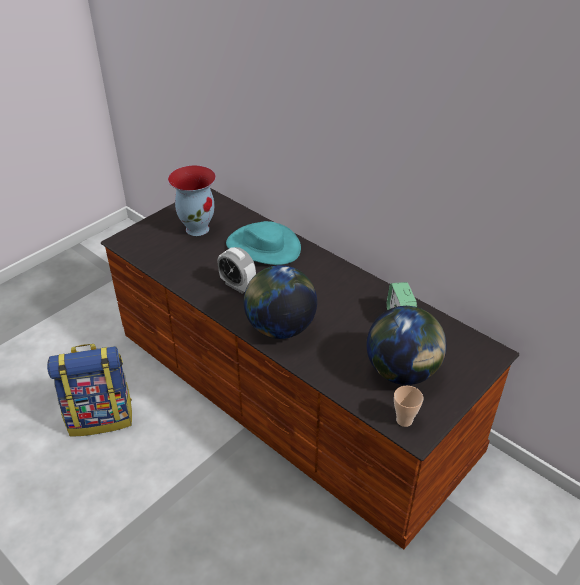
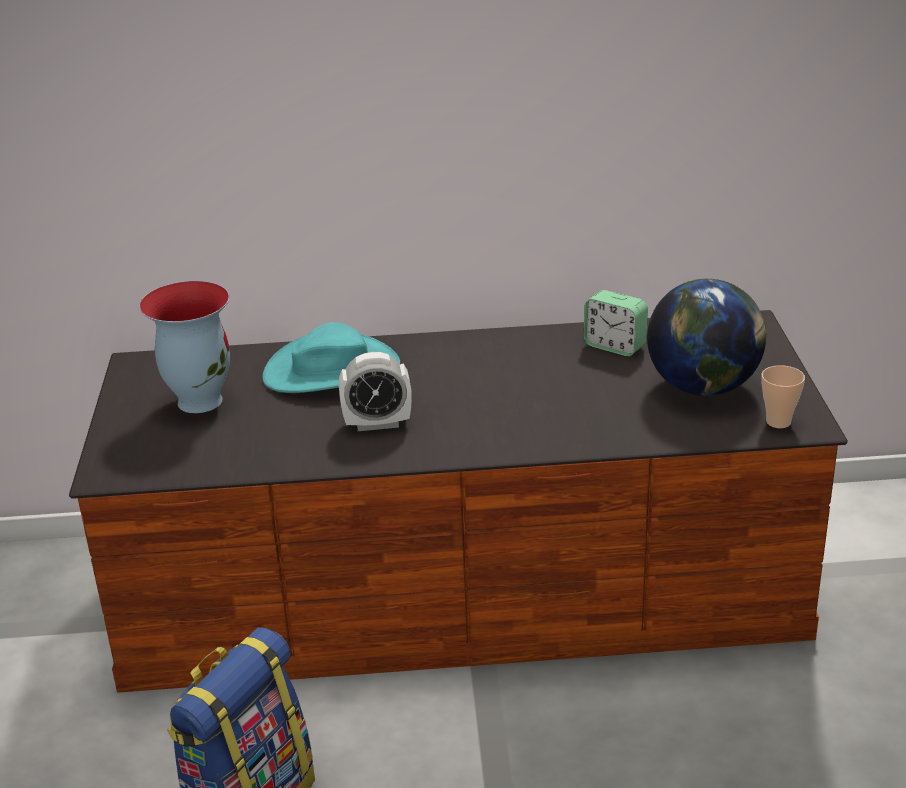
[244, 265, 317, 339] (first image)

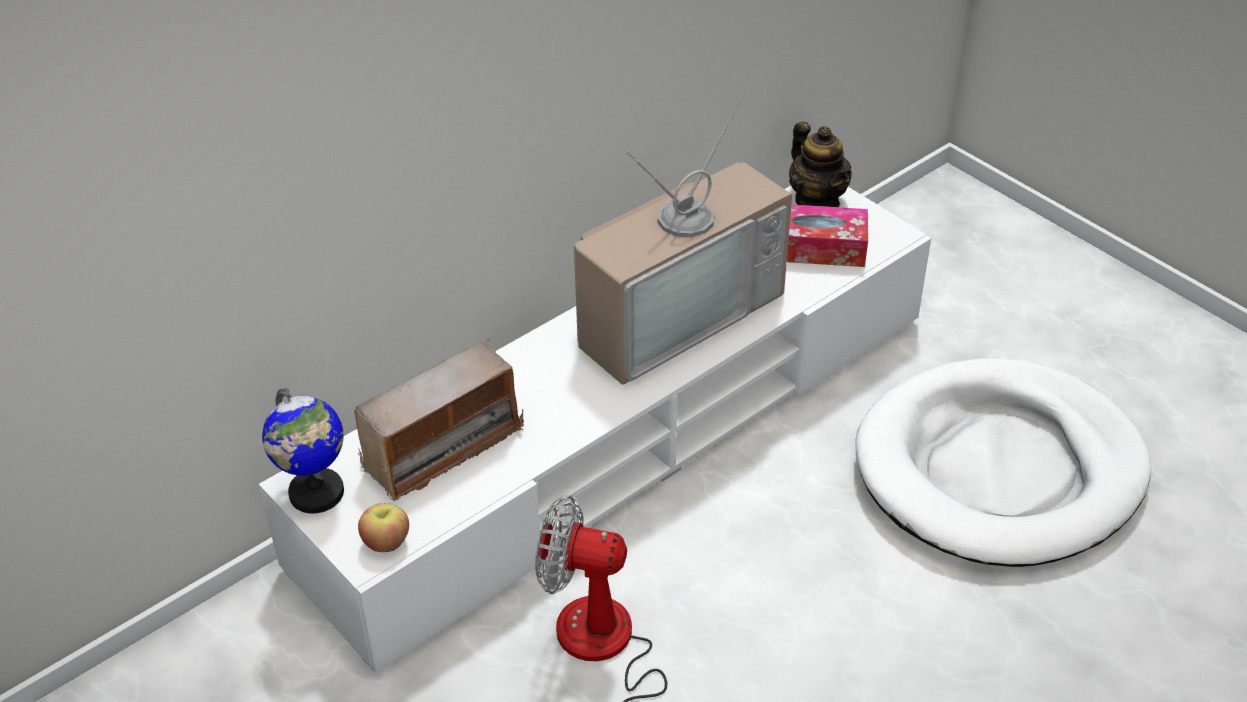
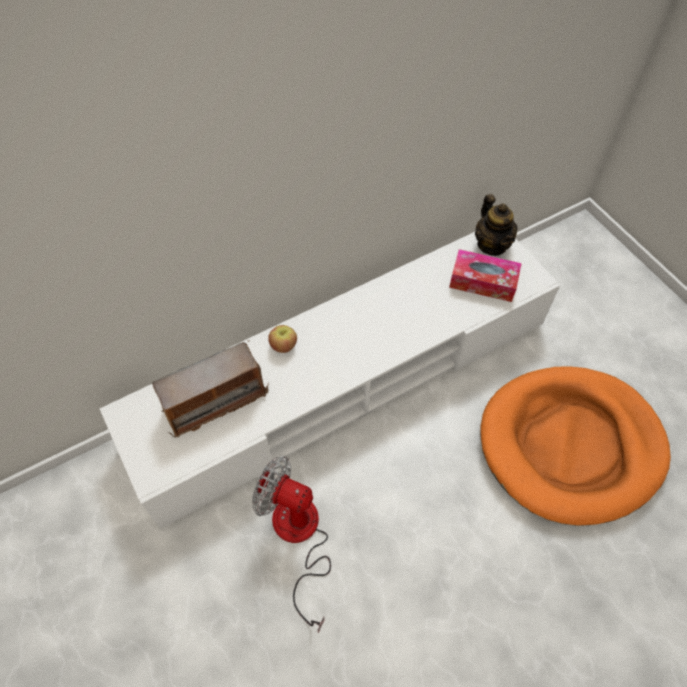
[574, 97, 792, 385] (first image)
[481, 366, 671, 526]
[262, 388, 344, 513] (first image)
[268, 325, 297, 353]

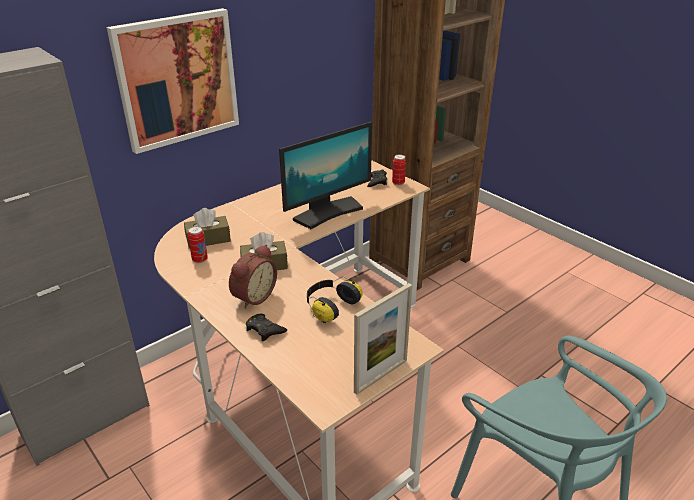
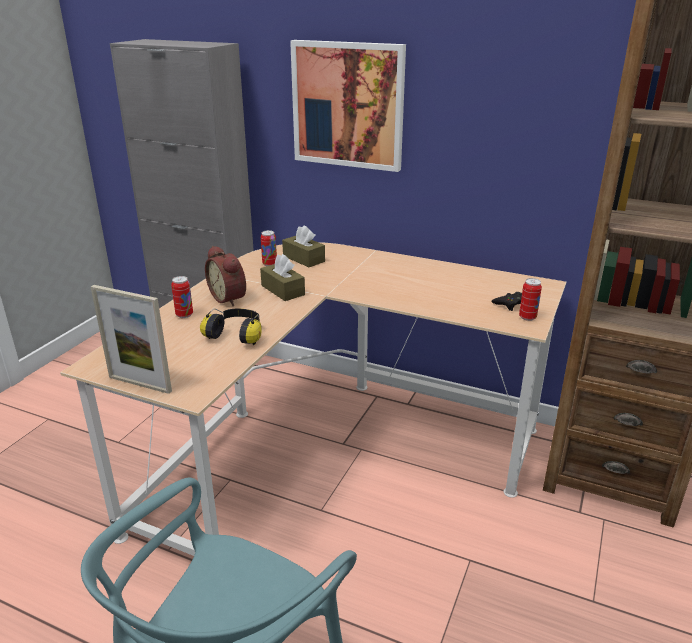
[279, 122, 372, 229] (first image)
[205, 246, 246, 307]
[171, 276, 193, 318]

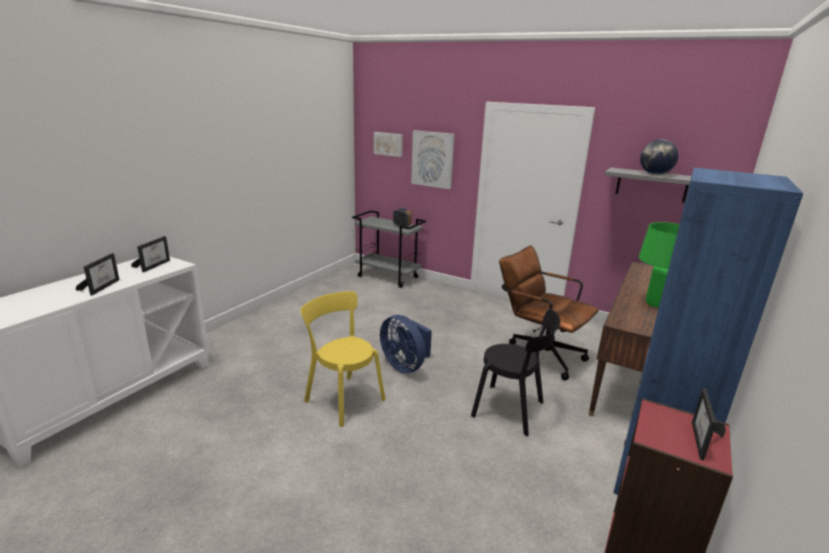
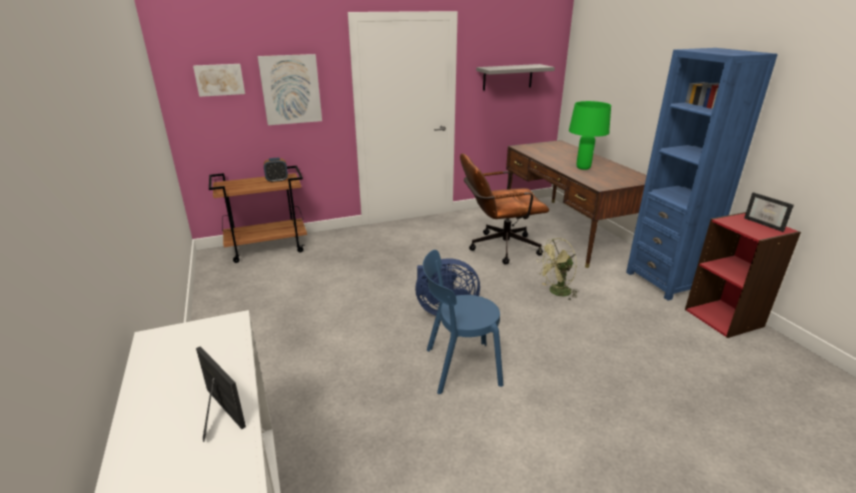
[640, 139, 679, 175] (first image)
[209, 165, 307, 263]
[131, 236, 170, 272] (first image)
[423, 250, 503, 394]
[536, 238, 578, 300]

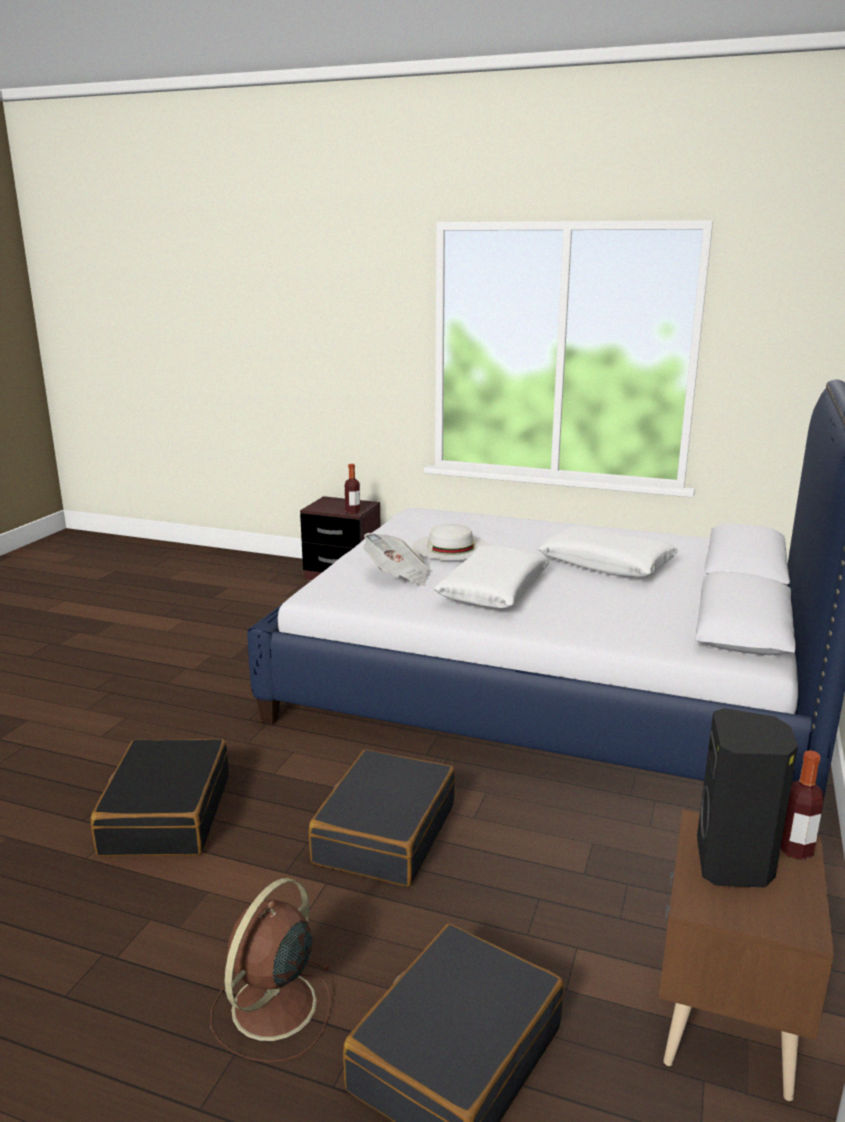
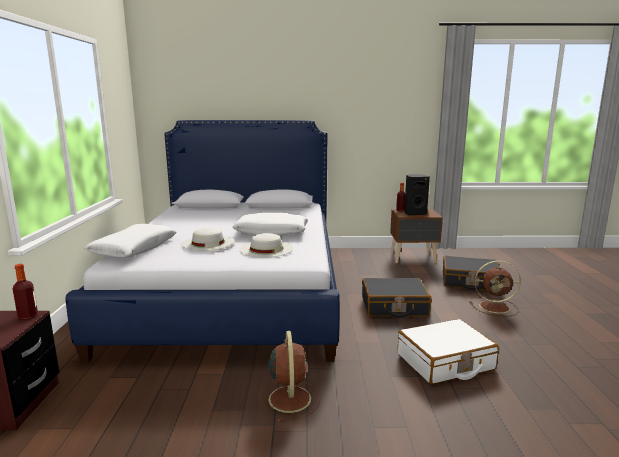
[84, 224, 177, 258]
[239, 233, 293, 258]
[398, 319, 499, 384]
[259, 331, 320, 421]

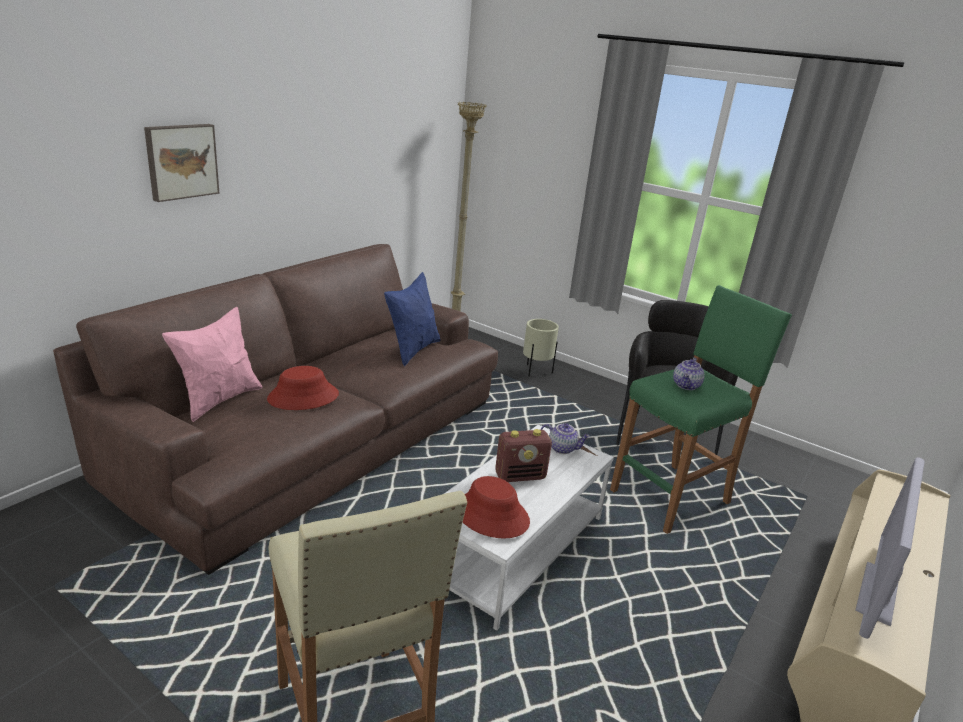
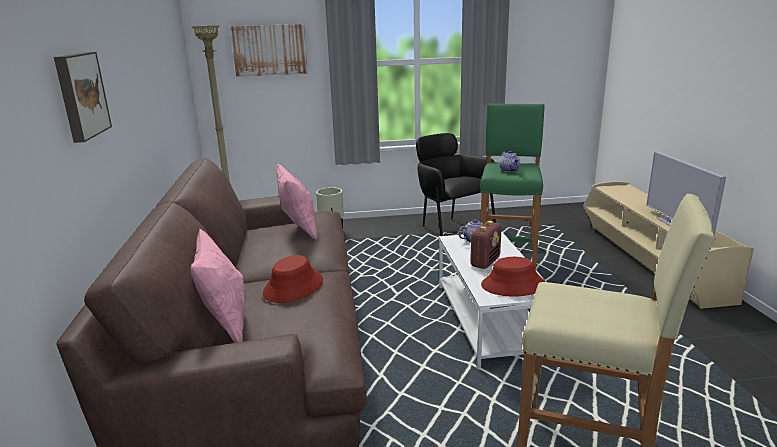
[276, 164, 317, 240]
[230, 24, 308, 77]

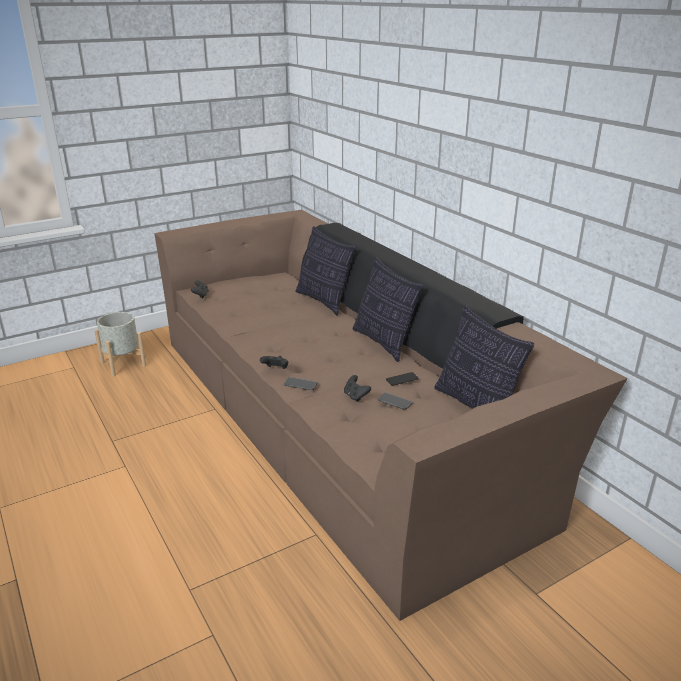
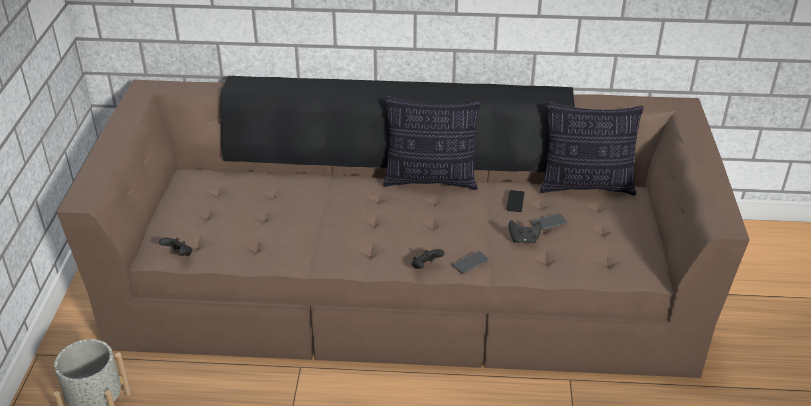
[296, 226, 356, 315] (first image)

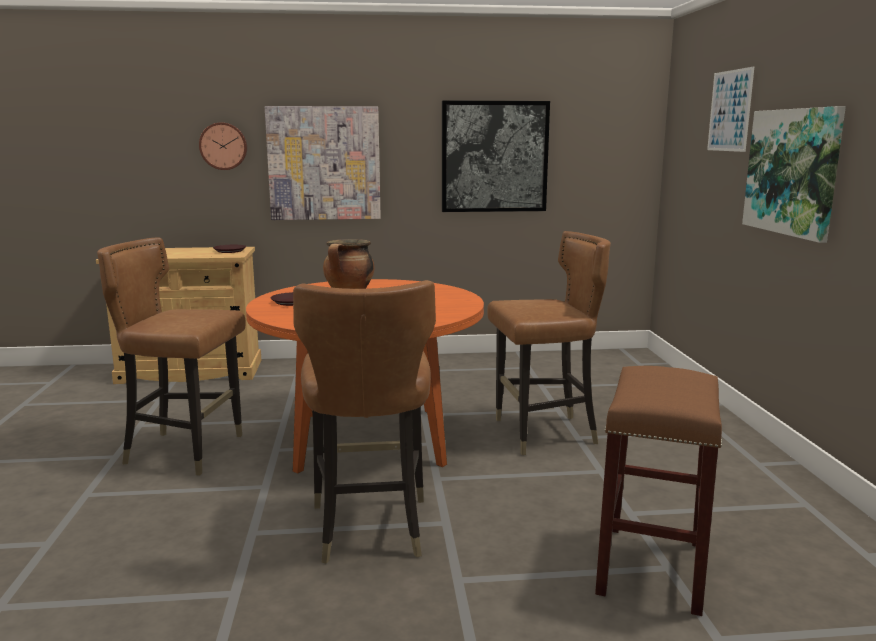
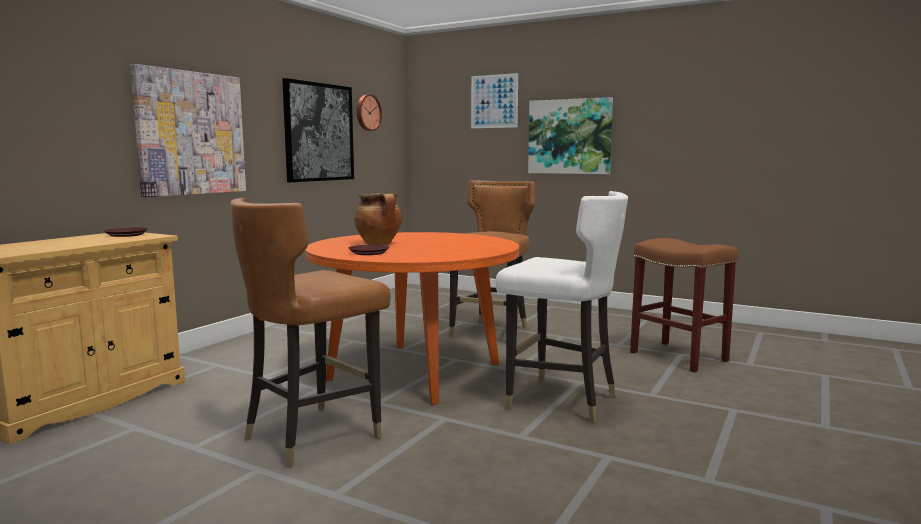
[357, 94, 382, 131]
[496, 191, 628, 423]

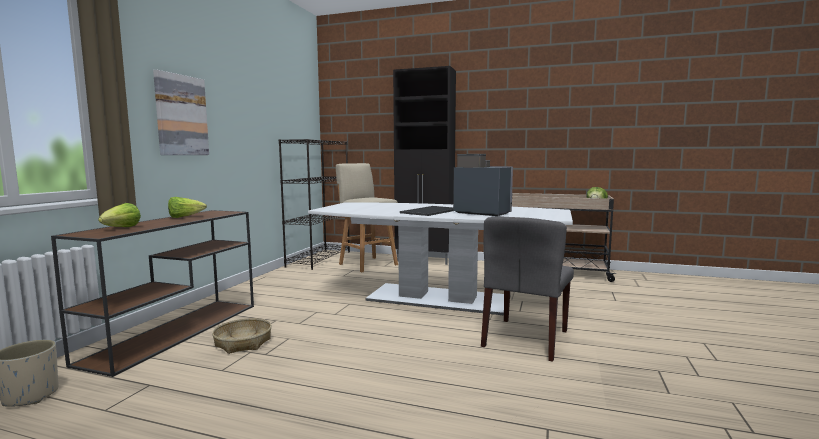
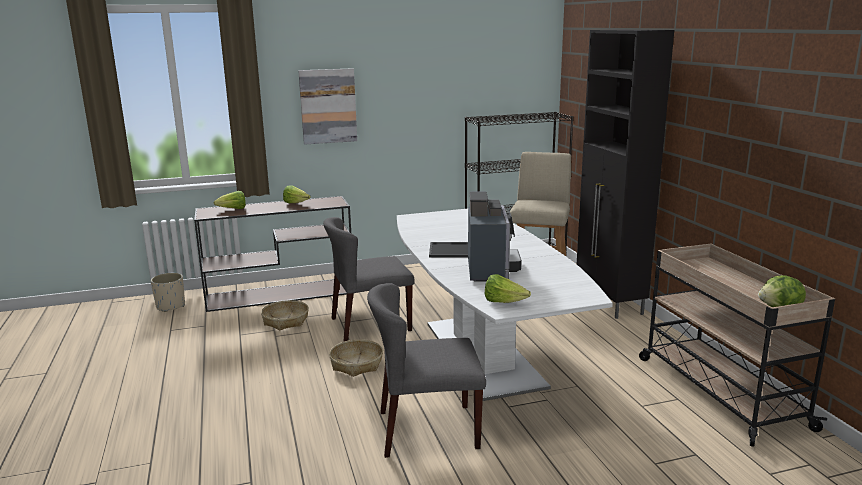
[323, 217, 415, 341]
[485, 274, 531, 303]
[329, 339, 383, 377]

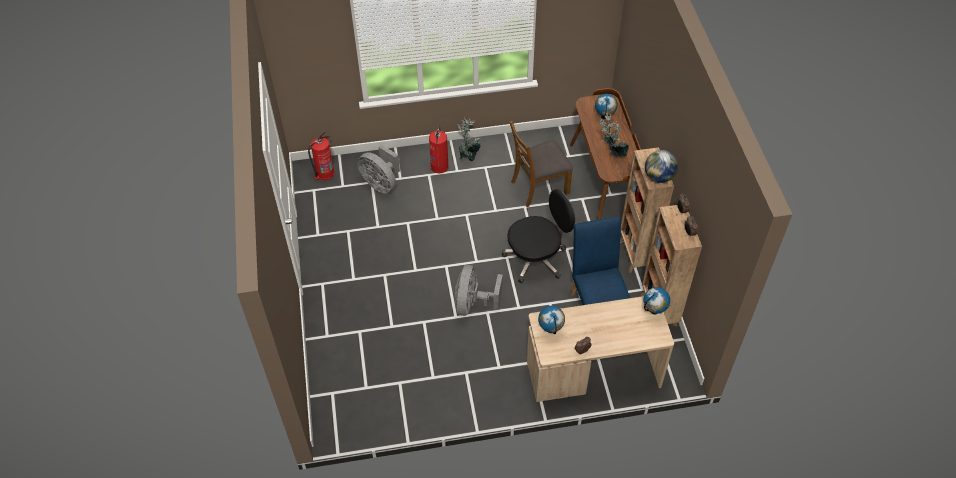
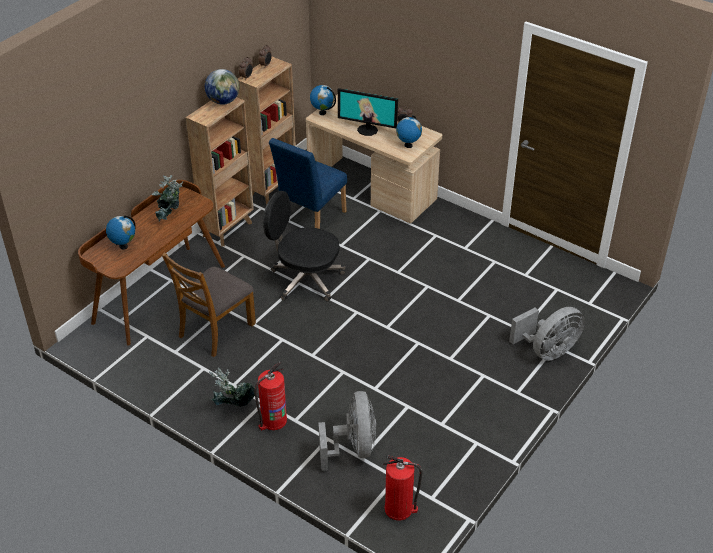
[162, 252, 256, 357]
[509, 307, 585, 361]
[338, 88, 398, 136]

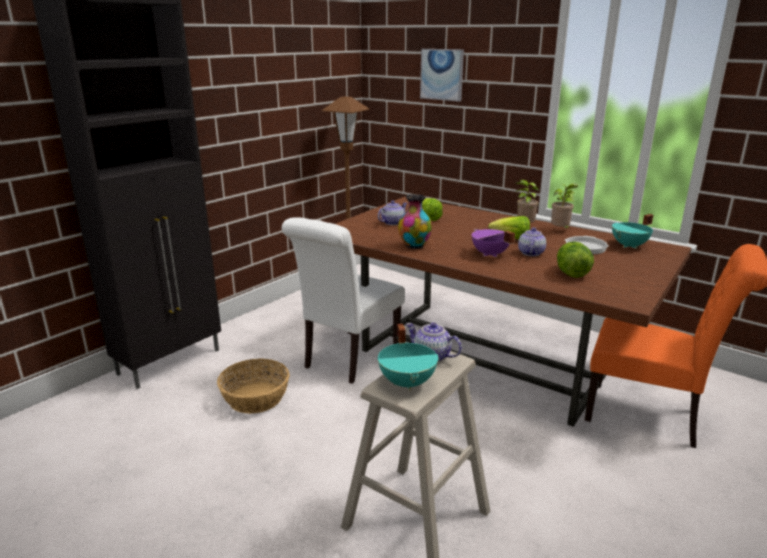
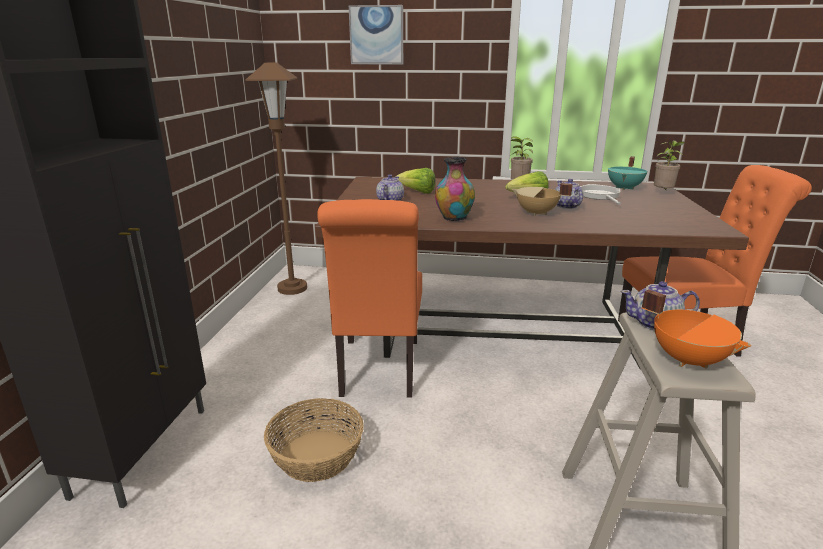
[654, 141, 685, 190]
[317, 199, 422, 398]
[512, 183, 573, 216]
[557, 241, 594, 278] (first image)
[642, 289, 751, 368]

